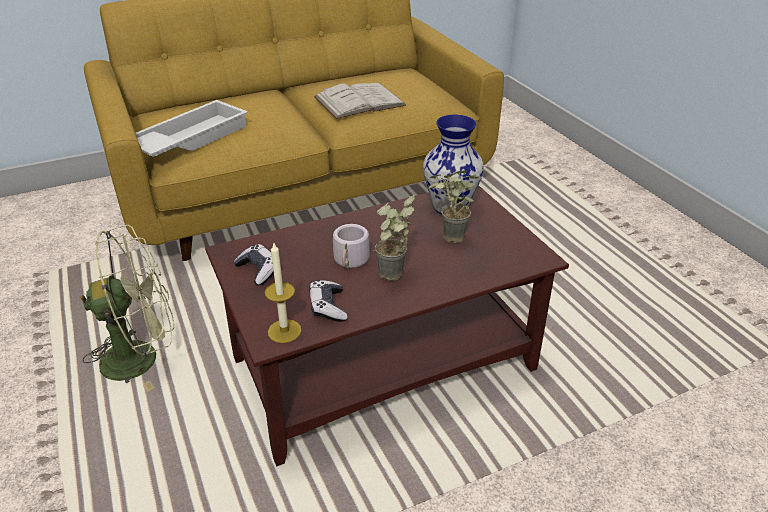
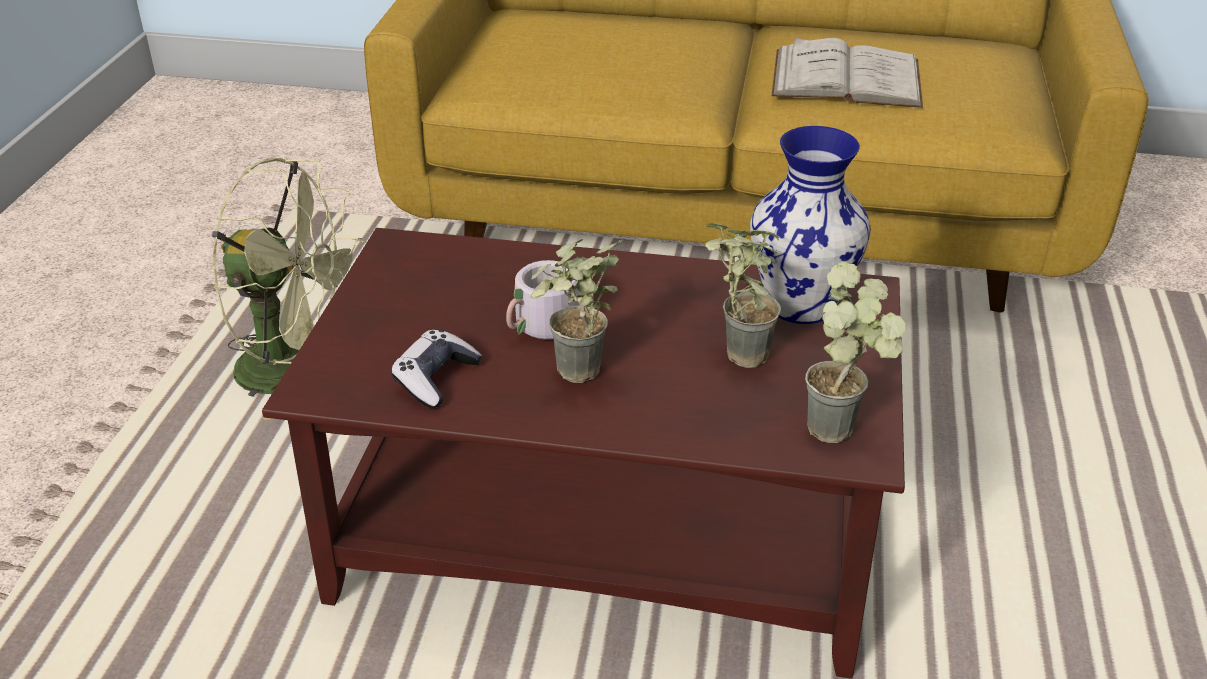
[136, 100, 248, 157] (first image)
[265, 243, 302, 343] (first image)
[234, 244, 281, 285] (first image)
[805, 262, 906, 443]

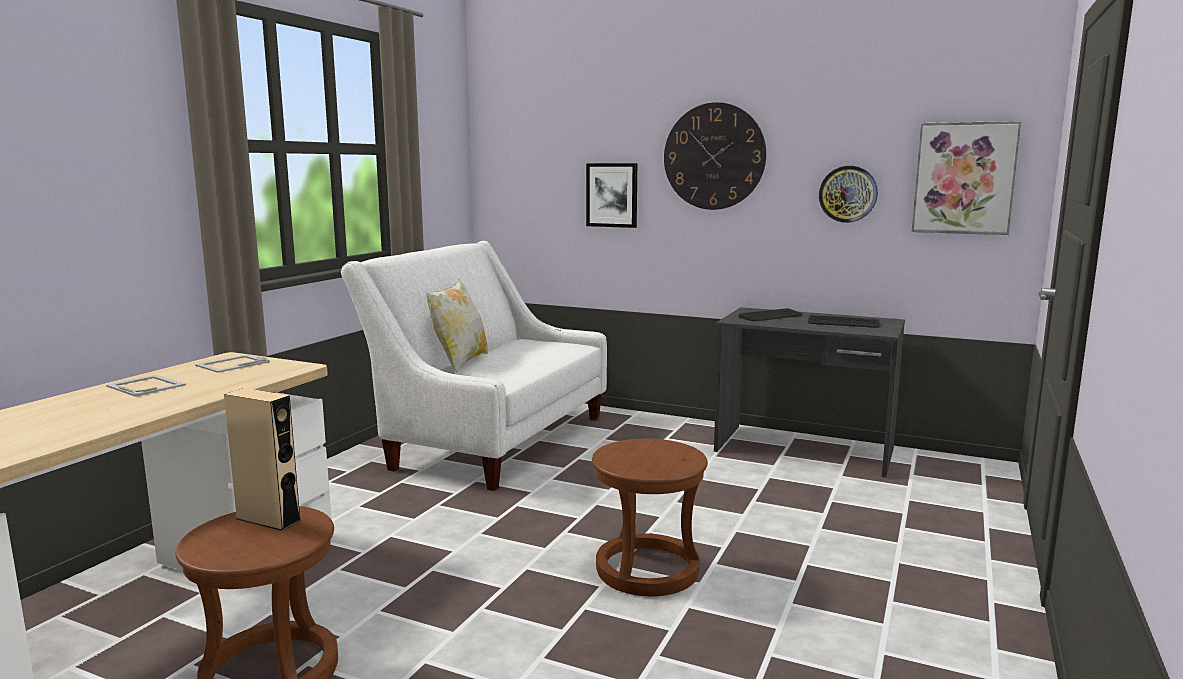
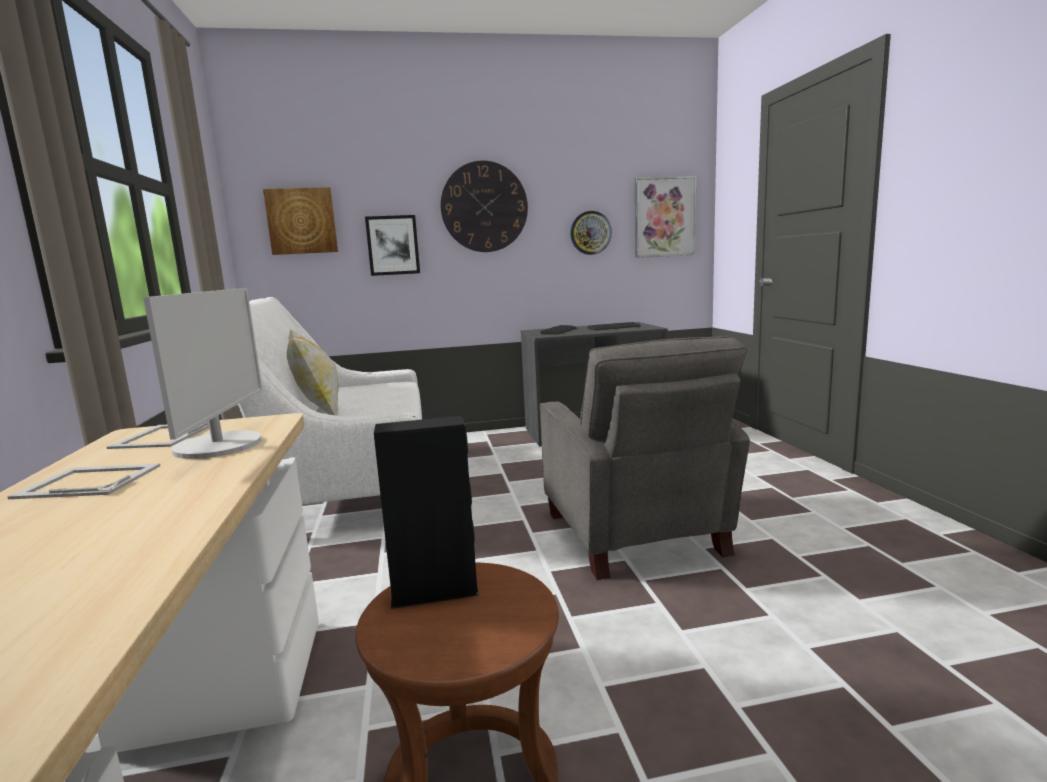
[374, 416, 479, 609]
[540, 336, 750, 580]
[263, 187, 338, 255]
[143, 288, 262, 459]

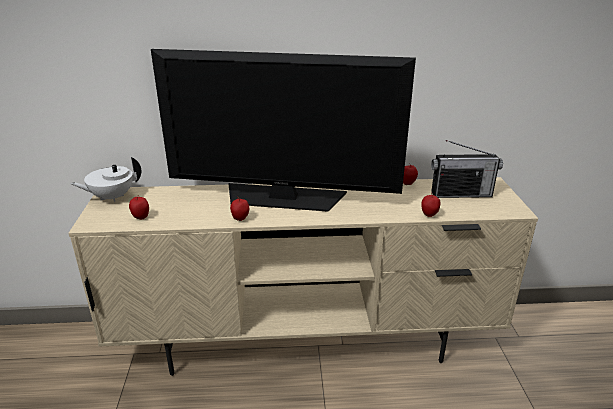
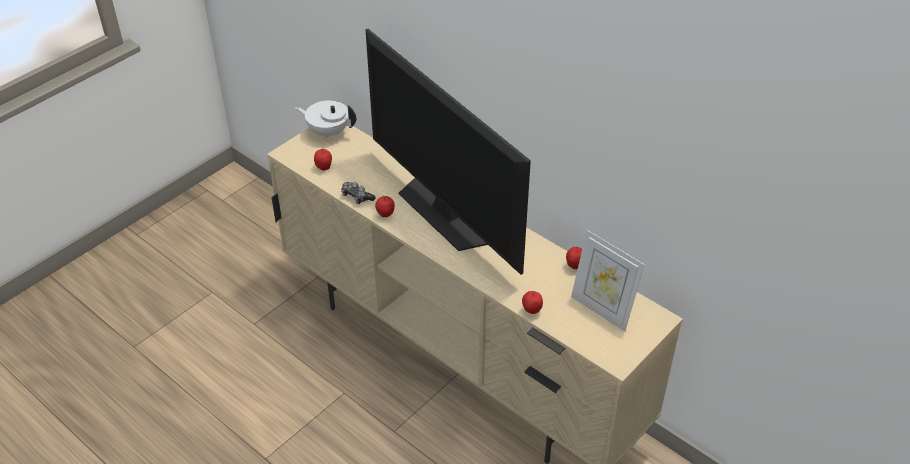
[571, 230, 644, 332]
[341, 182, 376, 204]

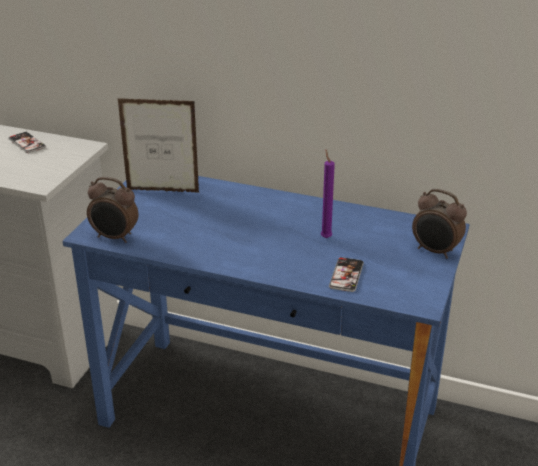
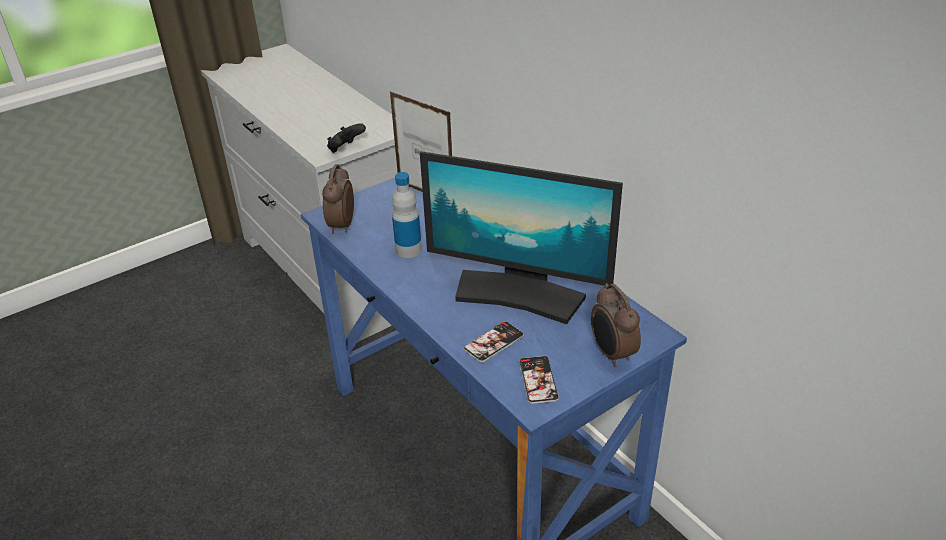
[519, 356, 559, 404]
[420, 151, 623, 324]
[322, 164, 354, 234]
[327, 123, 366, 153]
[392, 172, 422, 258]

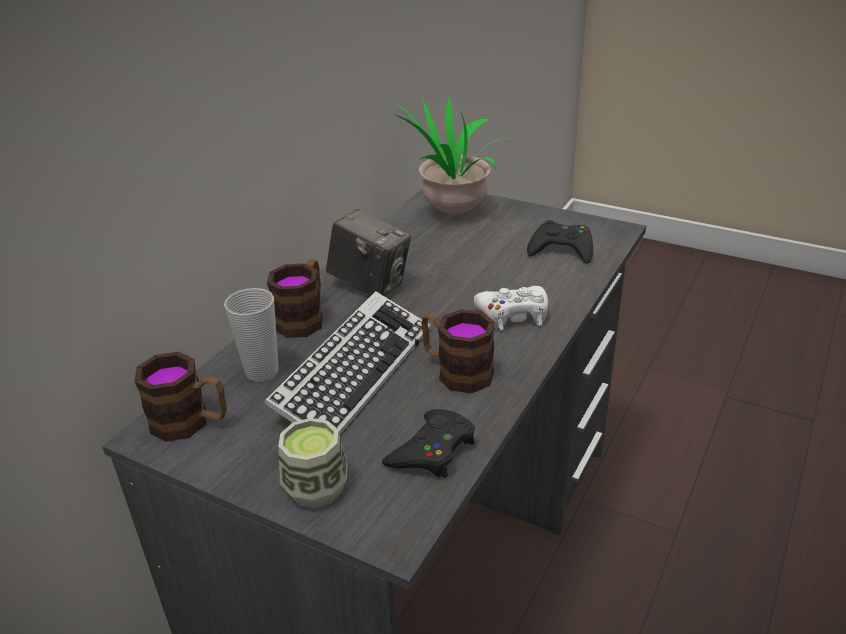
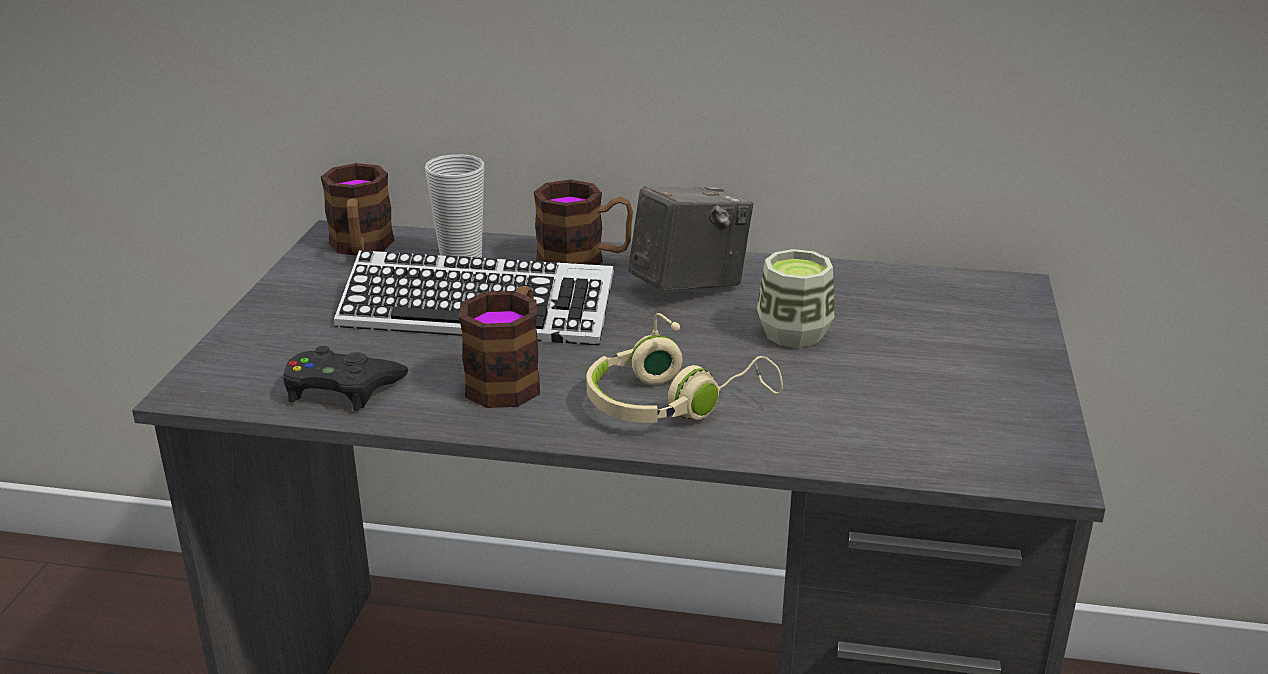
[384, 95, 511, 214] (first image)
[628, 186, 753, 291]
[527, 220, 593, 264] (first image)
[586, 313, 783, 423]
[757, 249, 834, 348]

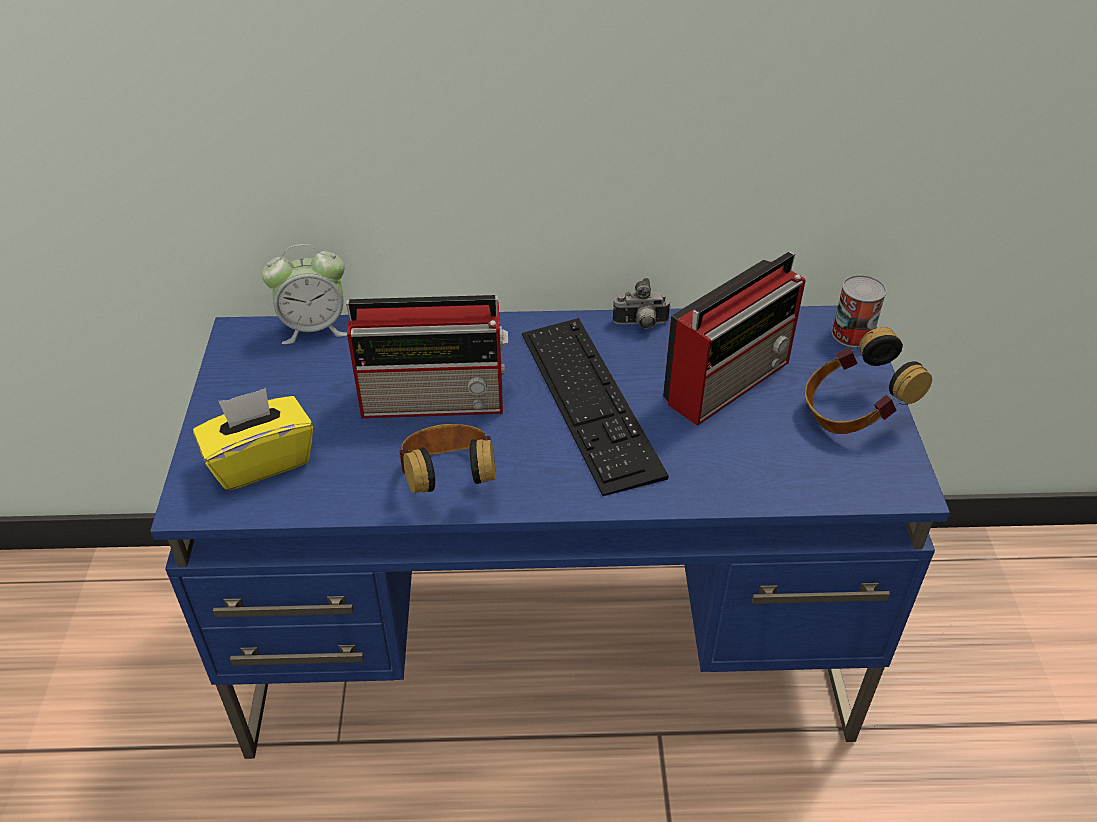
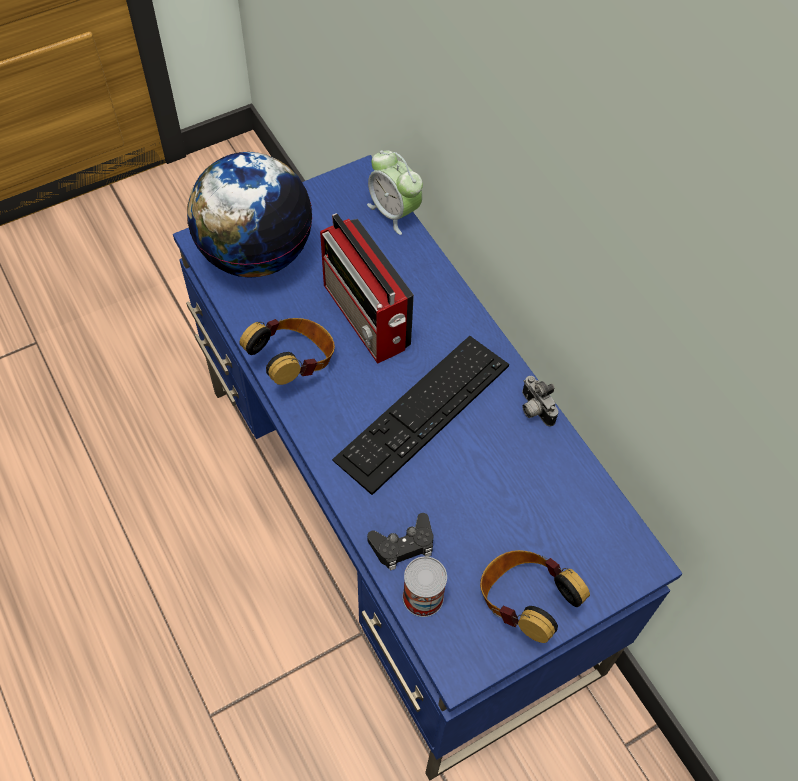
[663, 252, 806, 426] (first image)
[403, 556, 447, 617]
[187, 152, 313, 278]
[367, 513, 434, 571]

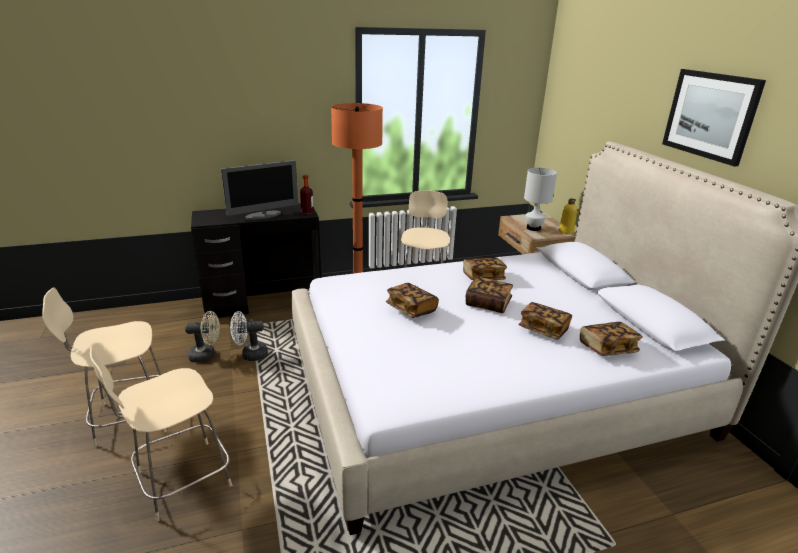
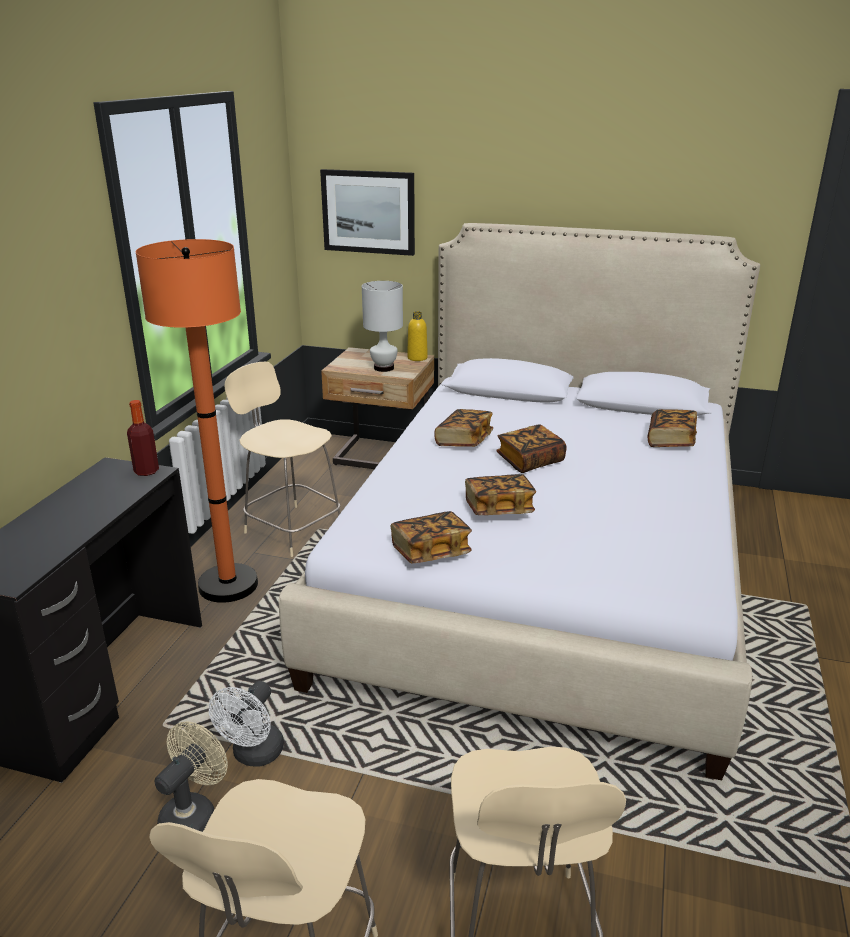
[320, 169, 415, 256]
[221, 160, 298, 220] (first image)
[391, 511, 472, 563]

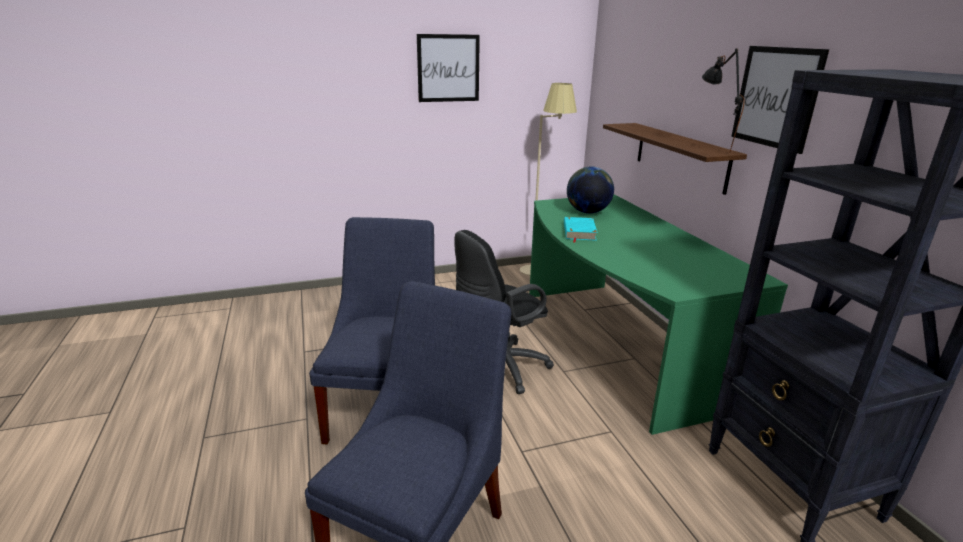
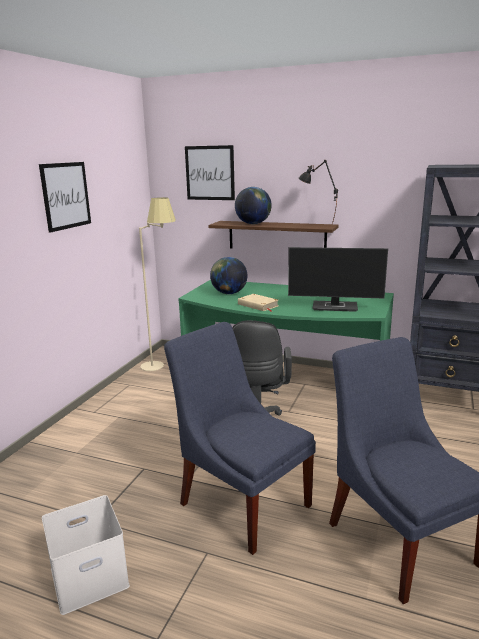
[185, 145, 235, 200]
[238, 294, 278, 312]
[235, 187, 272, 224]
[288, 247, 388, 312]
[42, 495, 130, 615]

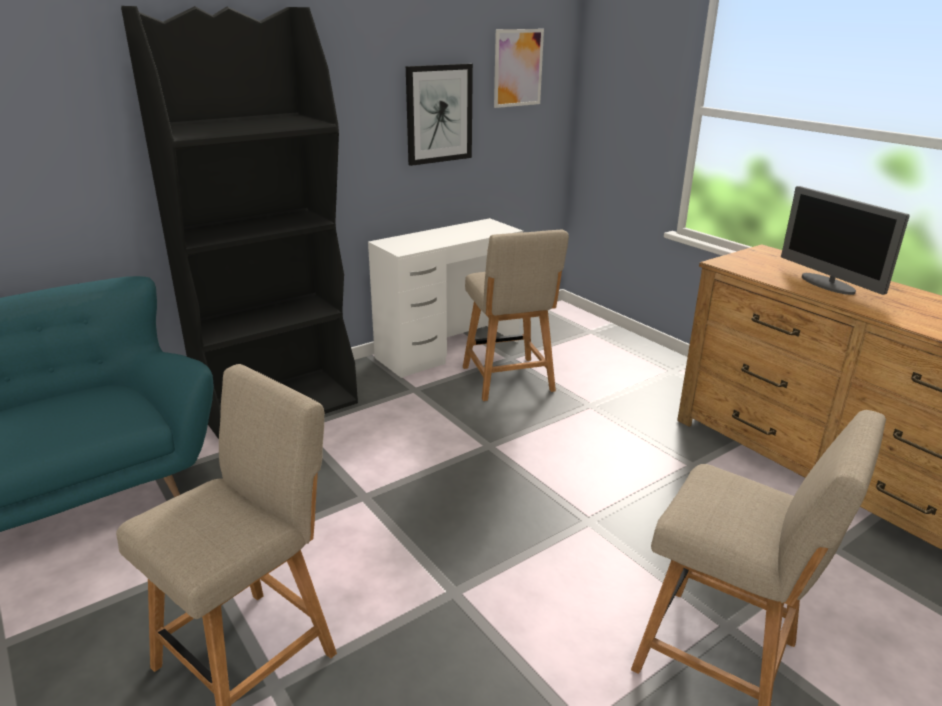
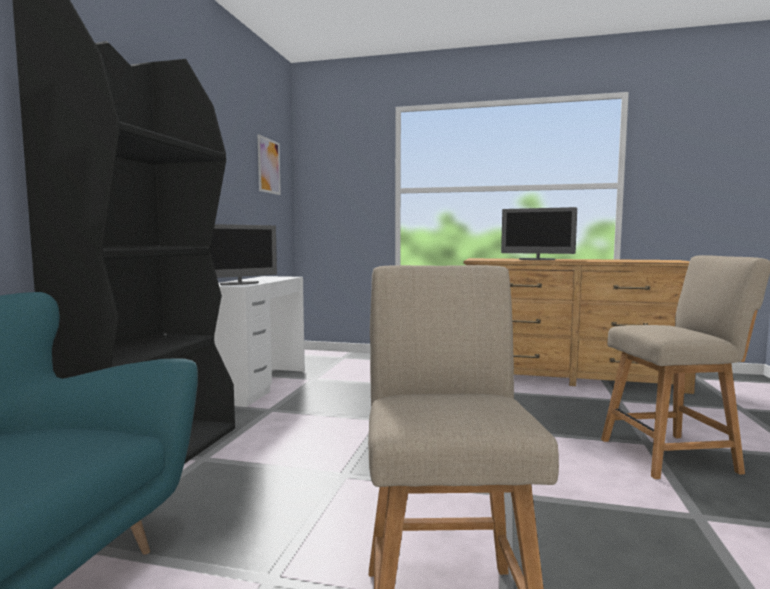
[406, 64, 473, 166] (first image)
[463, 230, 569, 401] (first image)
[211, 224, 277, 285]

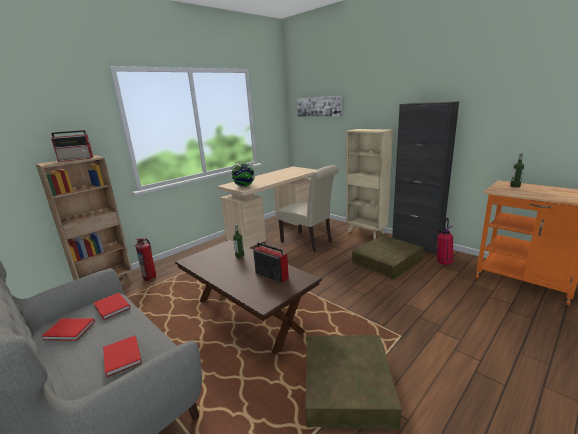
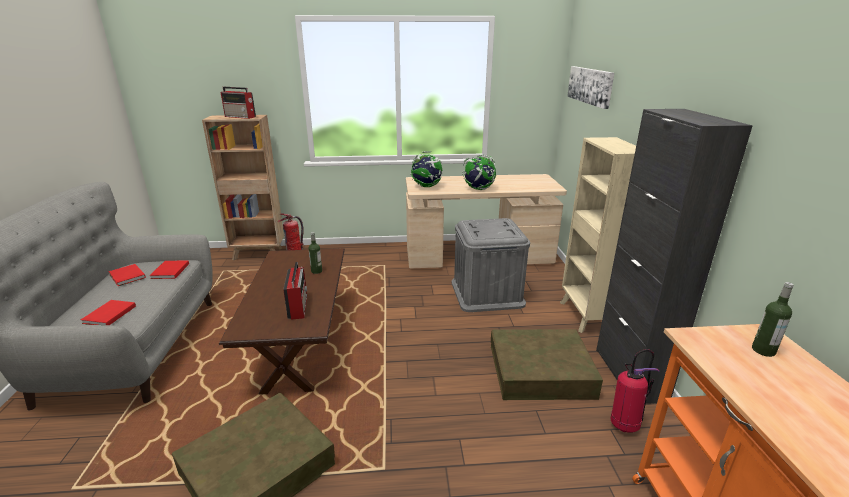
[452, 218, 530, 312]
[462, 155, 497, 190]

